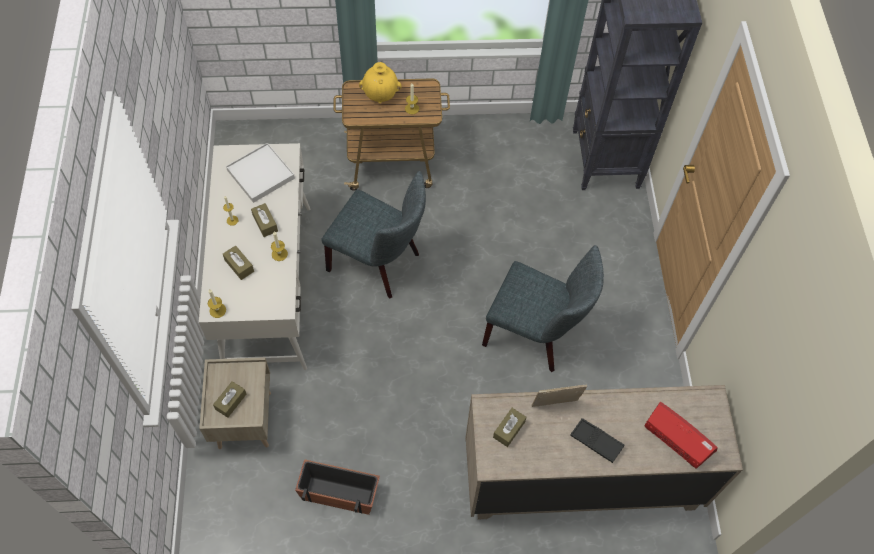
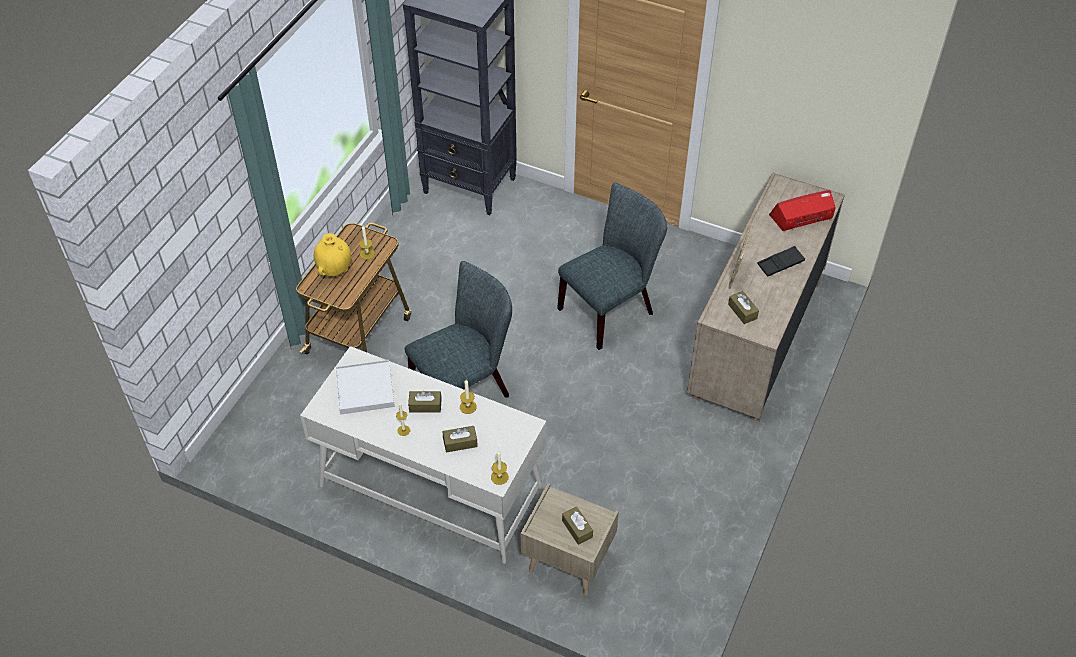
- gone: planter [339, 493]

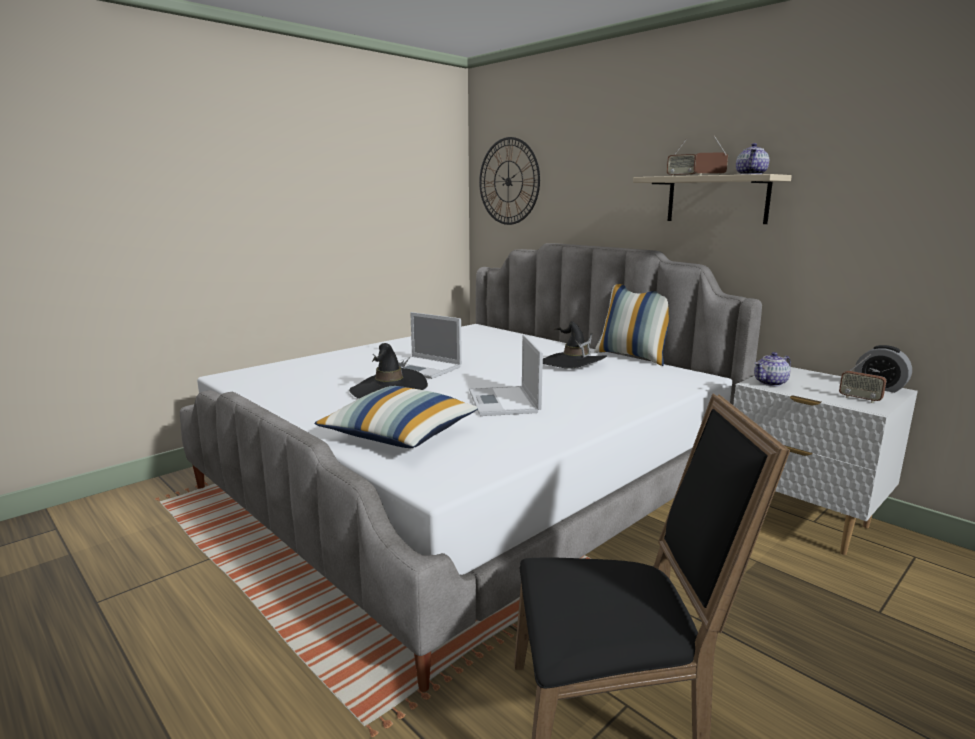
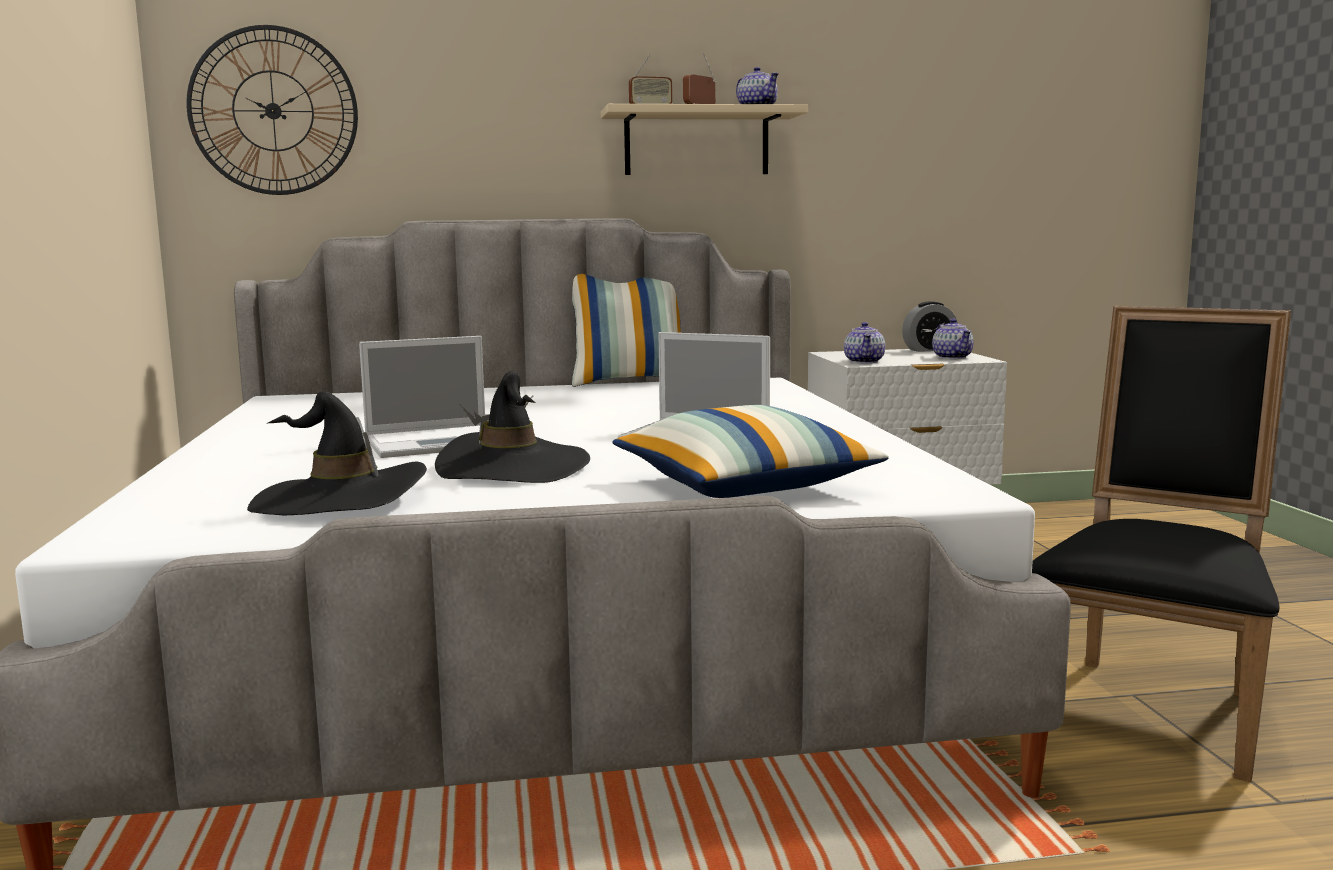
- shifted: wearable hat (black-coloured) [573, 363] to [339, 500]
- swapped: radio receiver [859, 399] to teapot [952, 357]

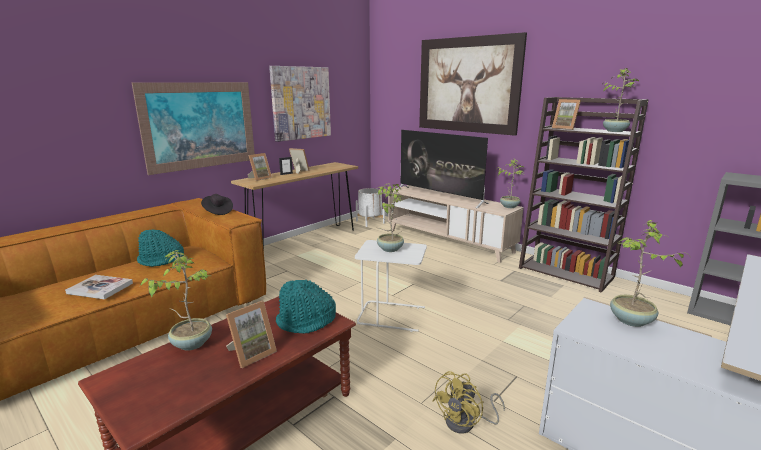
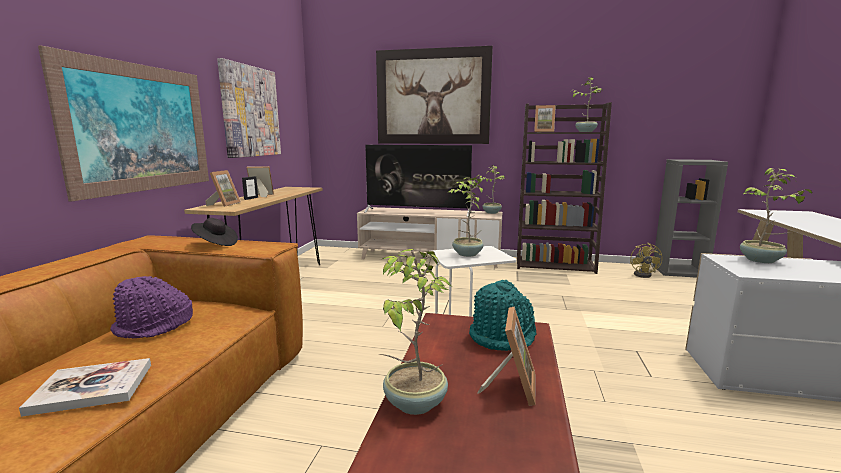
- gone: planter (white-coloured) [370, 222]
- shifted: cooling fan (yellow-coloured) [466, 423] to [644, 275]
- repainted: wearable hat (blue-green) [161, 260] to wearable hat (purple-coloured) [155, 327]

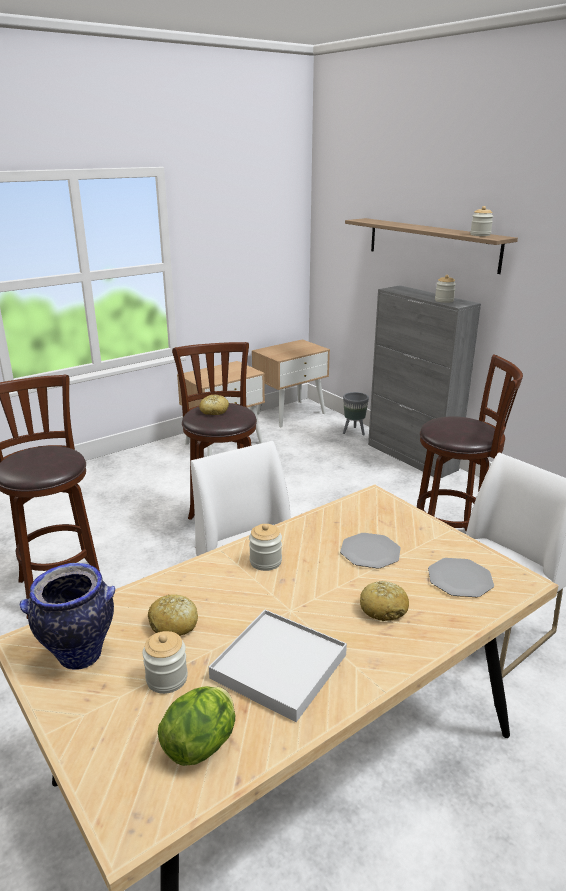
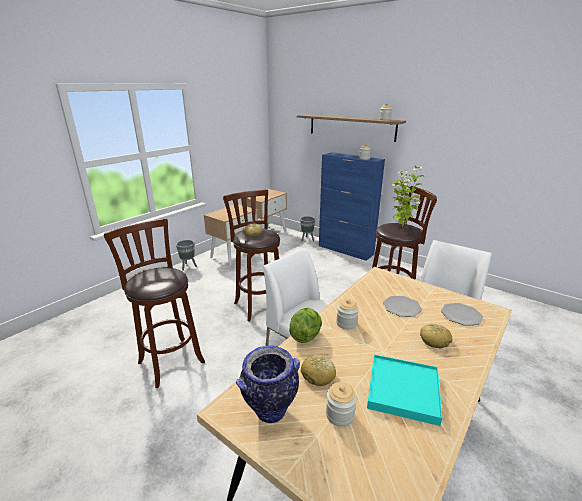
- new: planter (grey) [188, 267]
- new: potted plant [401, 227]
- shifted: lettuce head [201, 744] to [305, 335]
- repainted: tray (white-coloured) [278, 666] to tray (blue-green) [403, 390]
- repainted: cupboard (grey) [412, 457] to cupboard (blue) [346, 250]

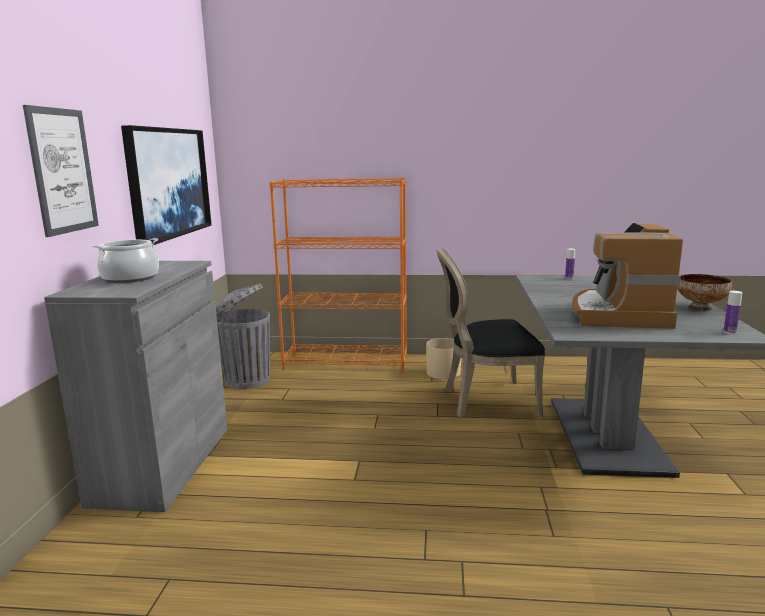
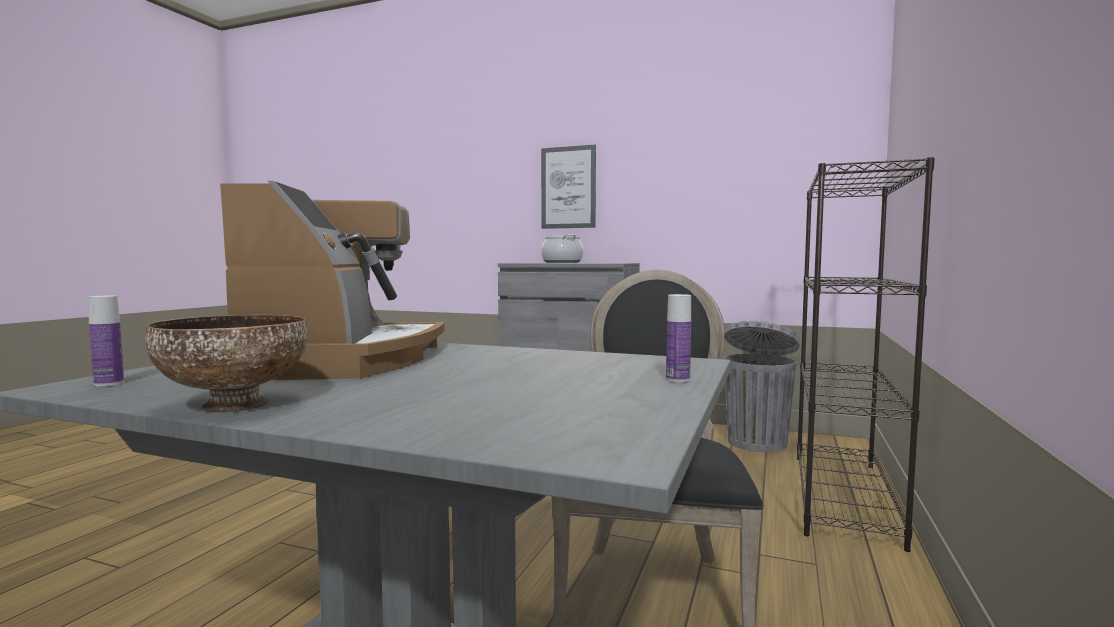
- gone: wall picture [168, 183]
- gone: planter (sand-coloured) [443, 373]
- repainted: bookcase (orangey) [347, 362] to bookcase (black-coloured) [844, 497]
- rotated: coffee brewer [618, 314] = [345, 360] 60 degrees clockwise

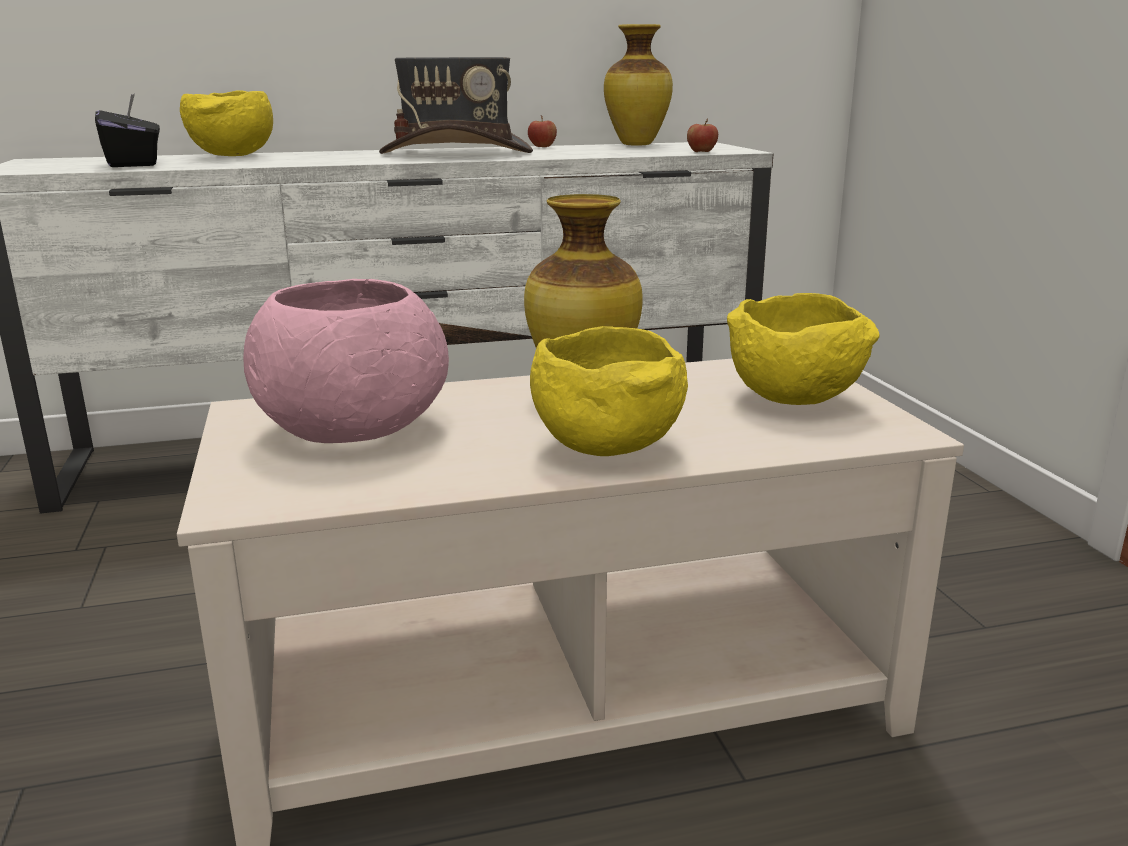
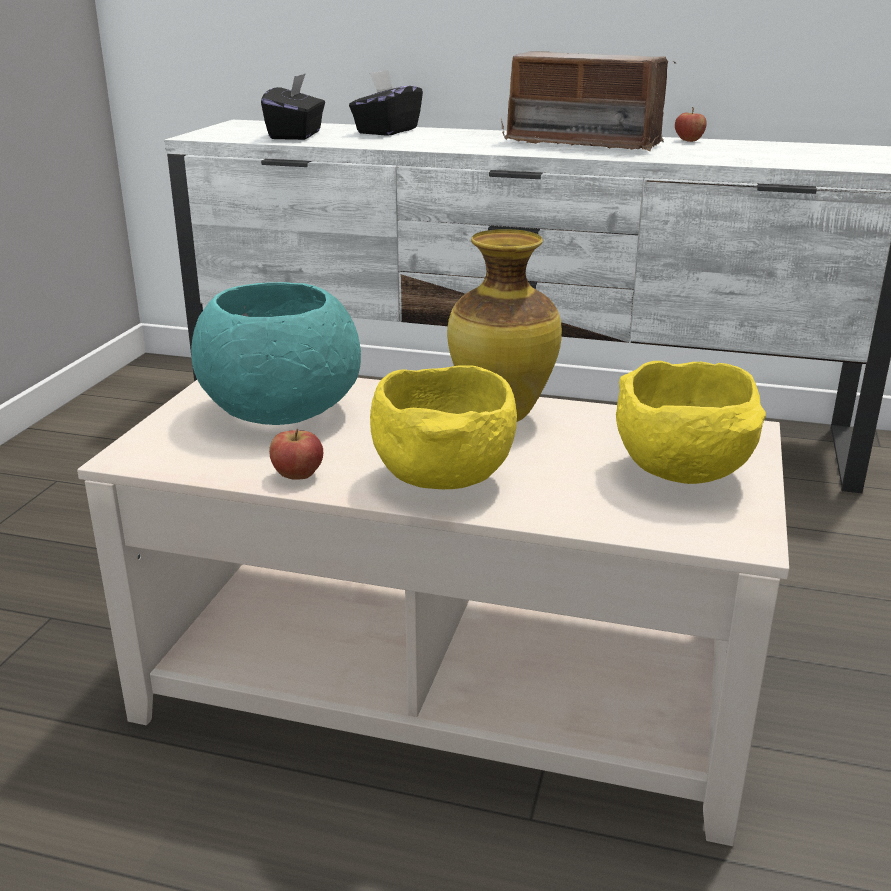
- gone: vase [637, 144]
- shifted: apple fruit [701, 152] to [297, 475]
- swapped: bowl (yellow-coloured) [232, 156] to tissue box (black-coloured) [386, 131]
- swapped: wearable hat (grey) [456, 153] to radio receiver [584, 143]
- repainted: bowl (pink-coloured) [357, 428] to bowl (blue-green) [283, 411]

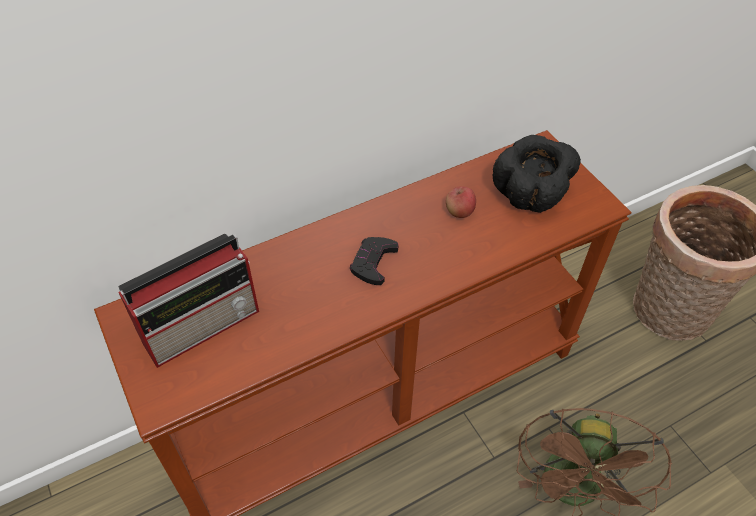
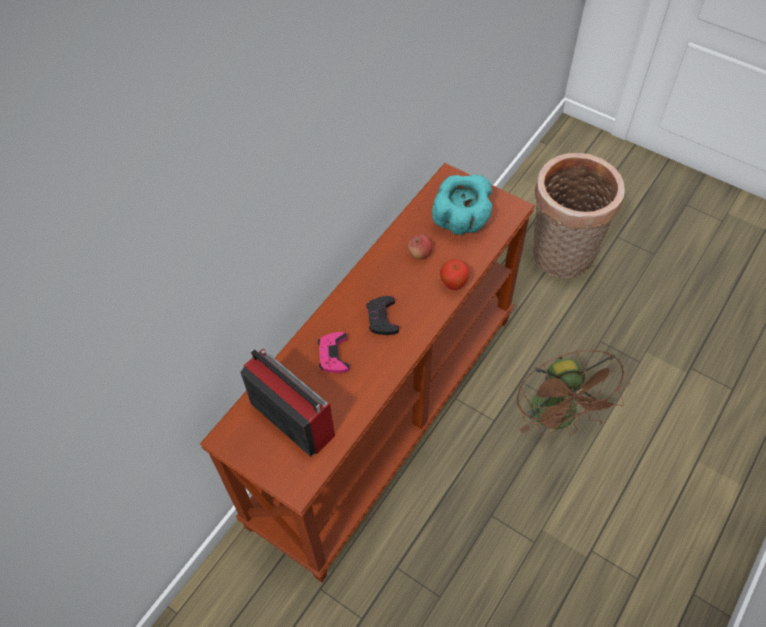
- new: gamepad (pink-coloured) [333, 355]
- new: apple fruit [453, 284]
- repainted: bowl (black-coloured) [531, 196] to bowl (blue-green) [462, 221]
- rotated: radio receiver [203, 324] = [291, 417] 75 degrees counterclockwise

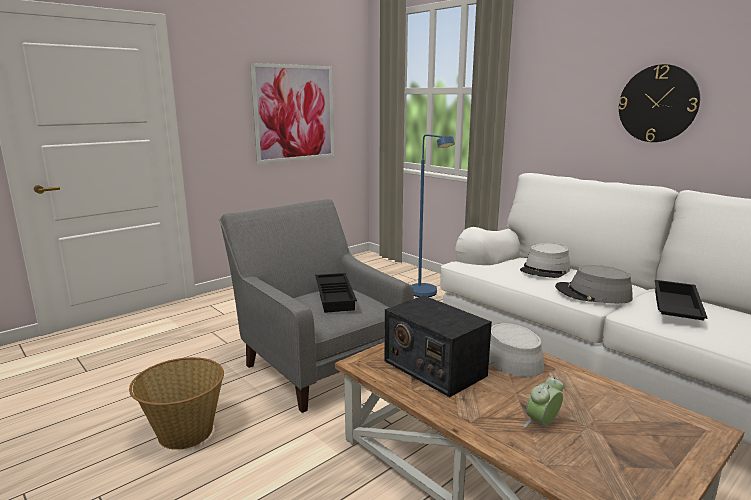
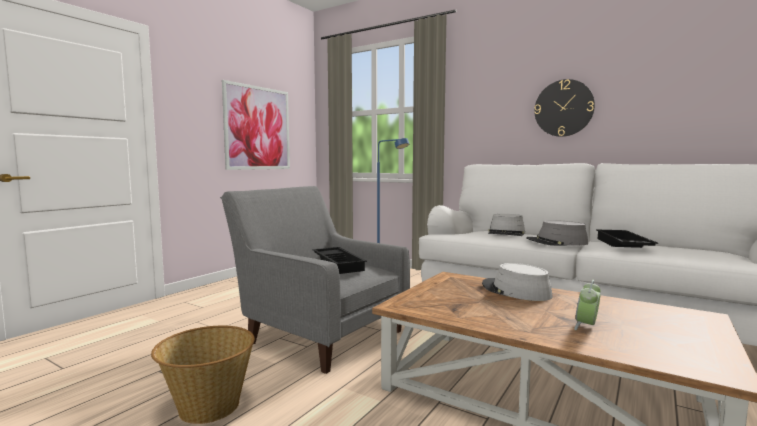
- gone: radio receiver [434, 368]

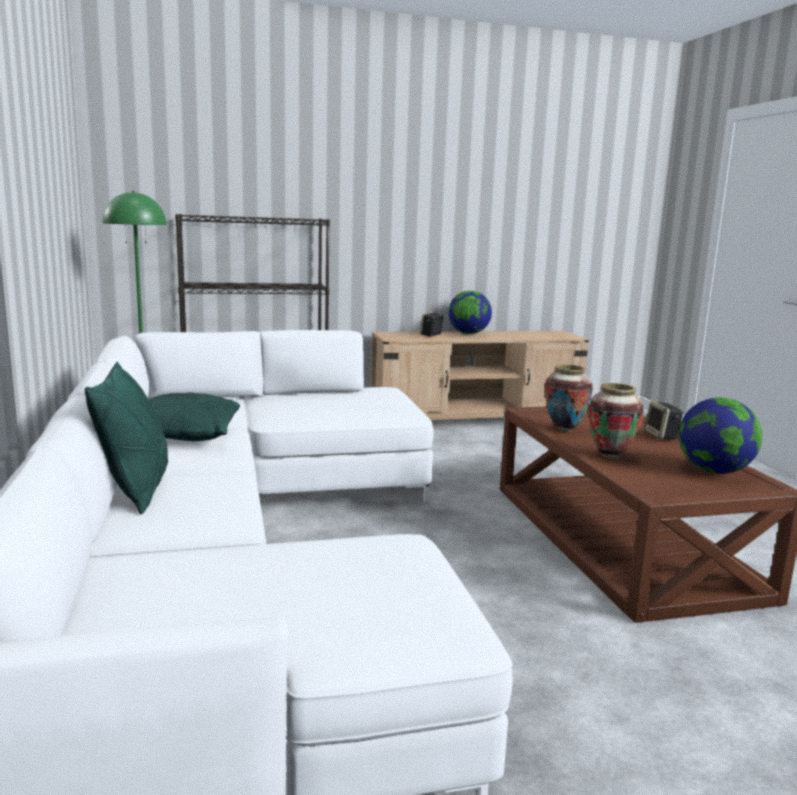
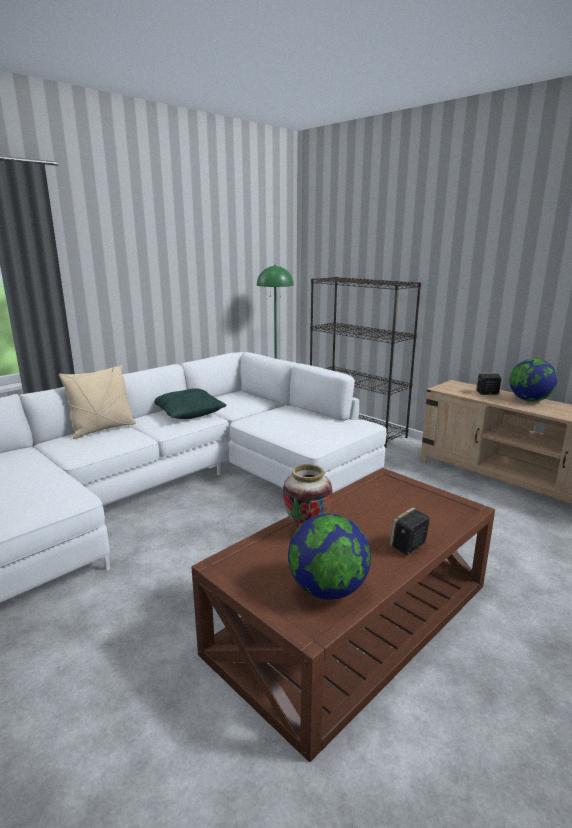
- gone: vase [564, 430]
- repainted: throw pillow (green-coloured) [137, 490] to throw pillow (sand-coloured) [103, 429]

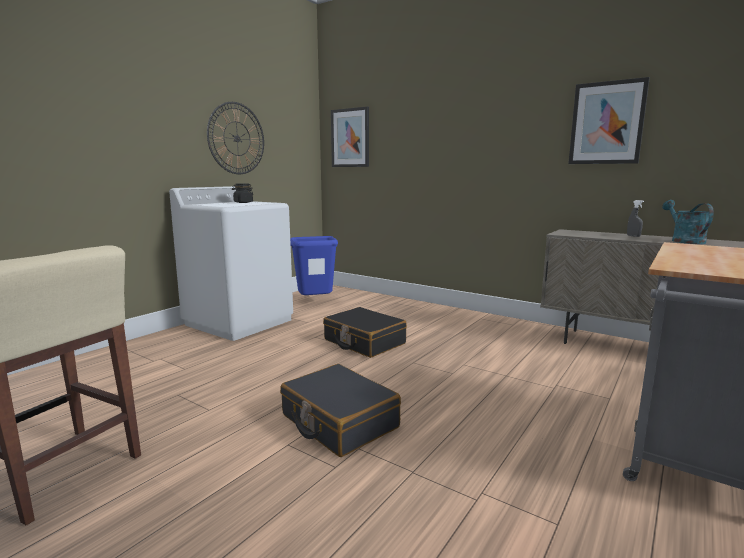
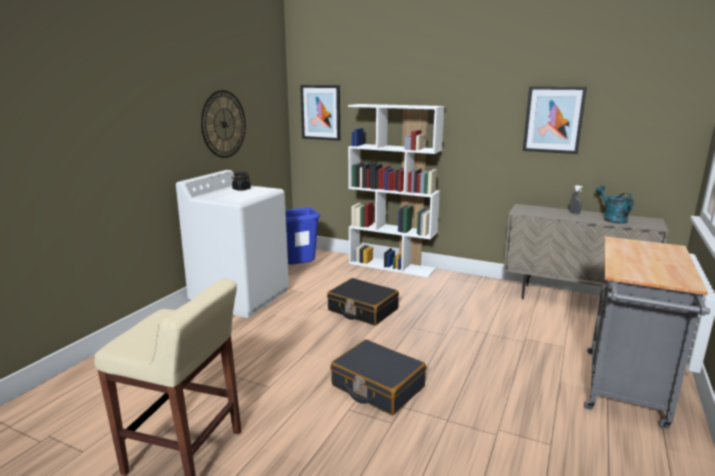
- new: bookcase (white-coloured) [392, 266]

